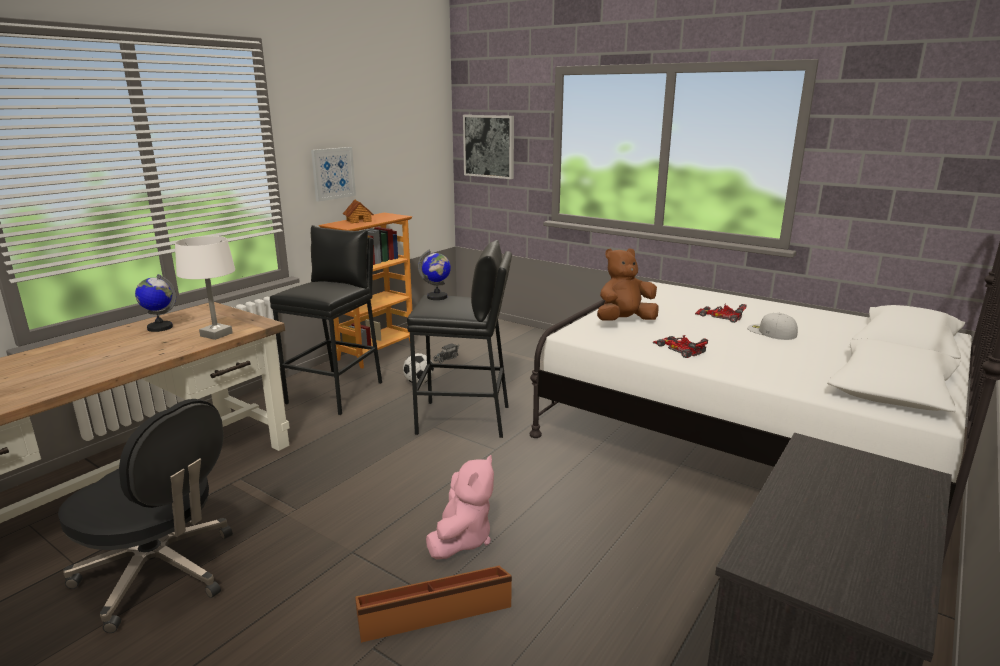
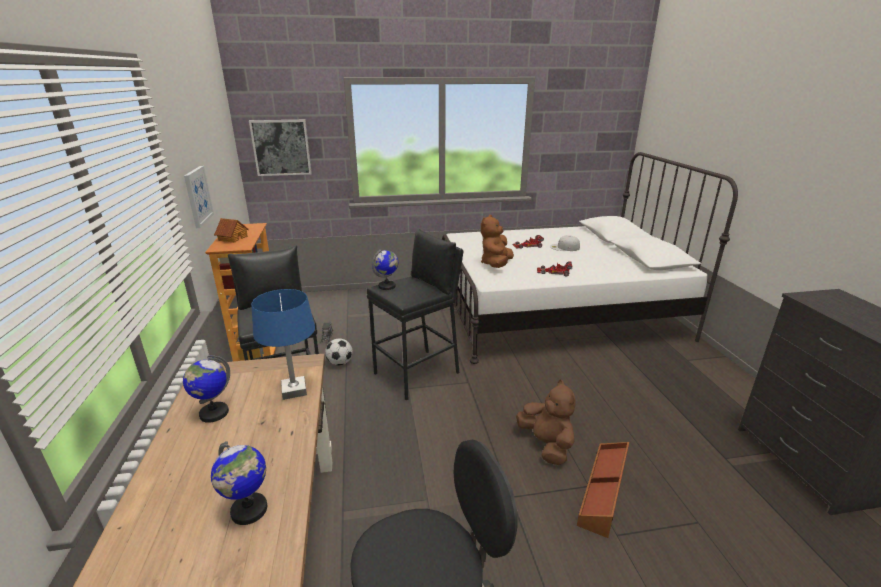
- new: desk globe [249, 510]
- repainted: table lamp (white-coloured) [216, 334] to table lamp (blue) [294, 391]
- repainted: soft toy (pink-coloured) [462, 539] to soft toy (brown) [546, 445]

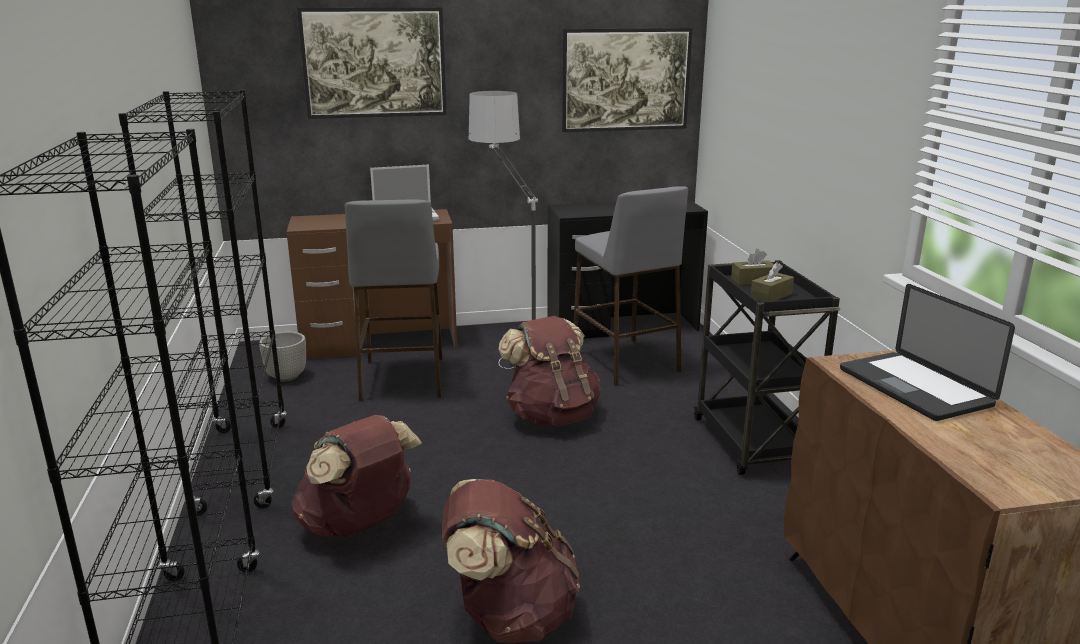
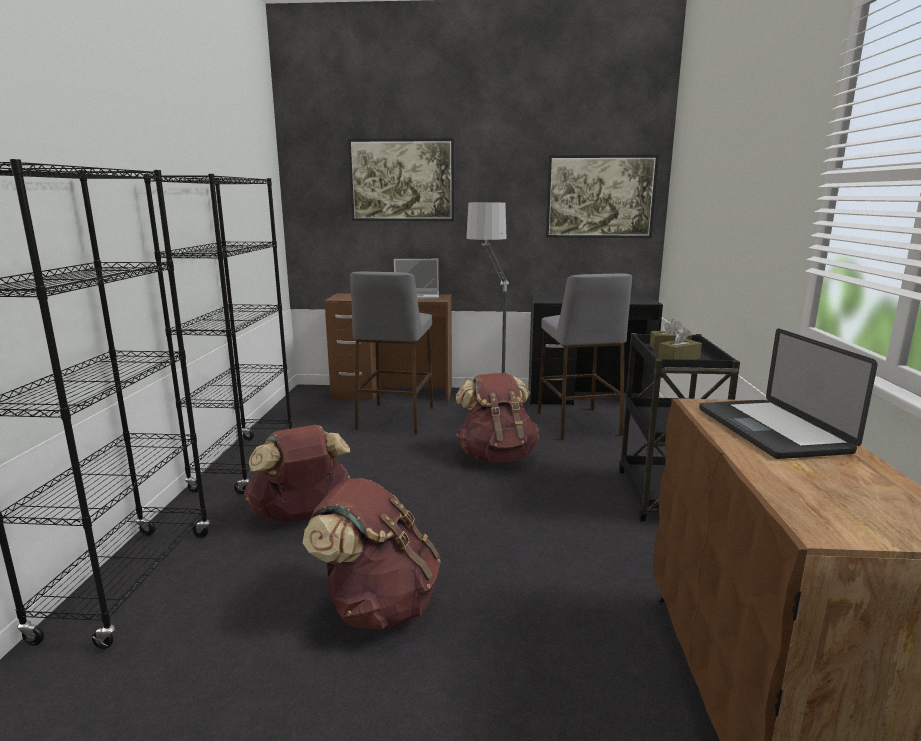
- gone: planter (grey) [287, 376]

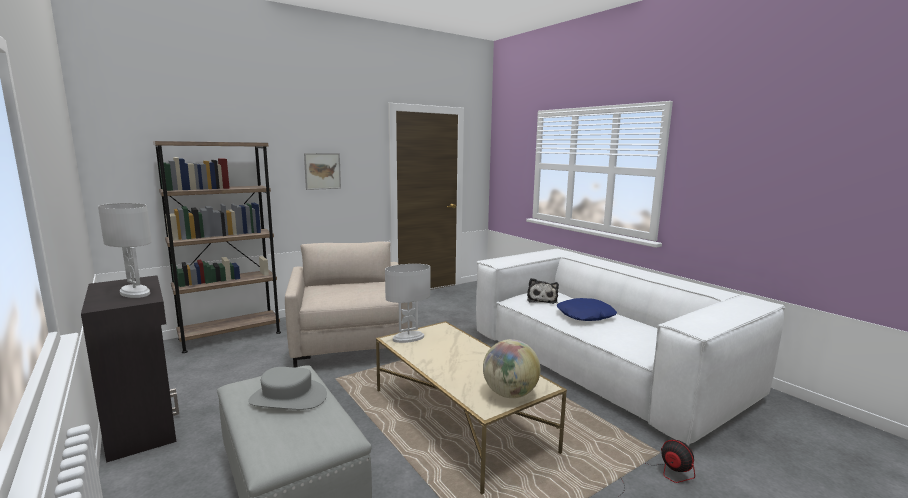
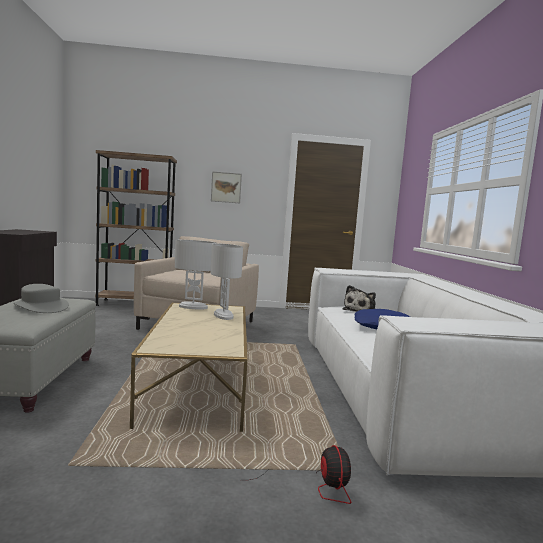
- gone: desk globe [510, 394]
- shifted: table lamp (white-coloured) [134, 293] to [223, 315]

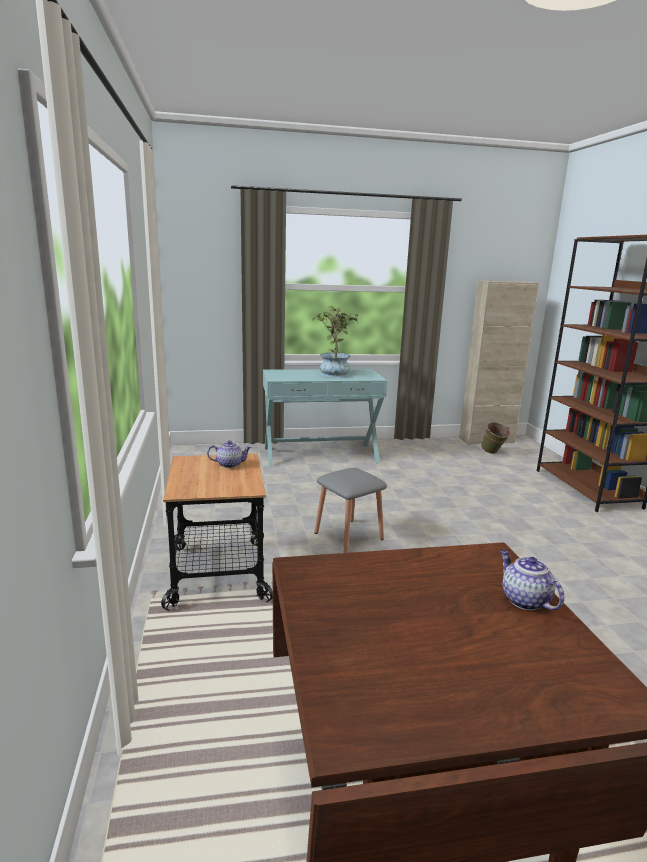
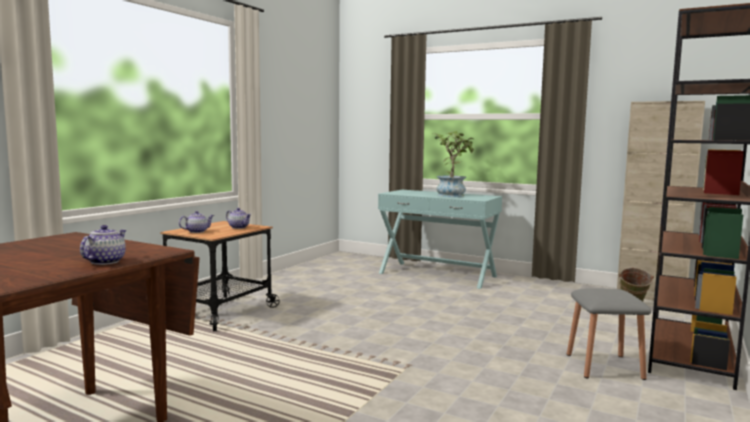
- new: teapot [197, 231]
- shifted: stool seat (grey) [348, 536] to [604, 366]

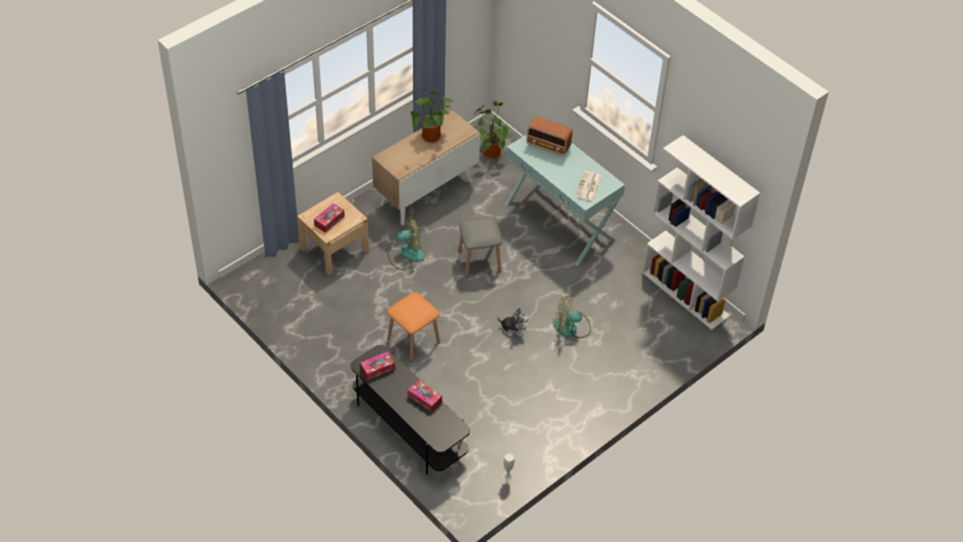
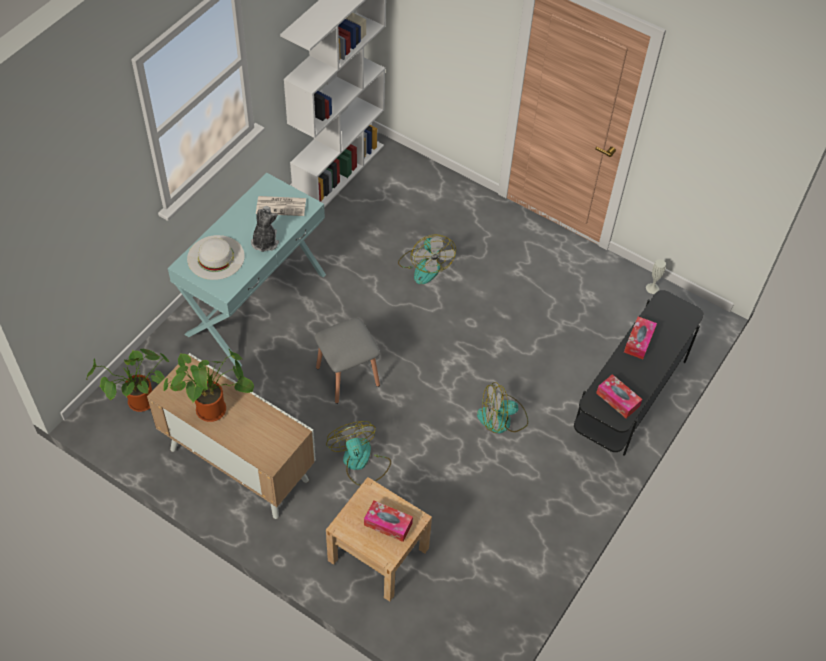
- shifted: soft toy [513, 329] to [265, 241]
- swapped: stool seat (orangey) [413, 340] to cooling fan [502, 419]
- swapped: radio receiver [548, 146] to wearable hat (white-coloured) [216, 257]

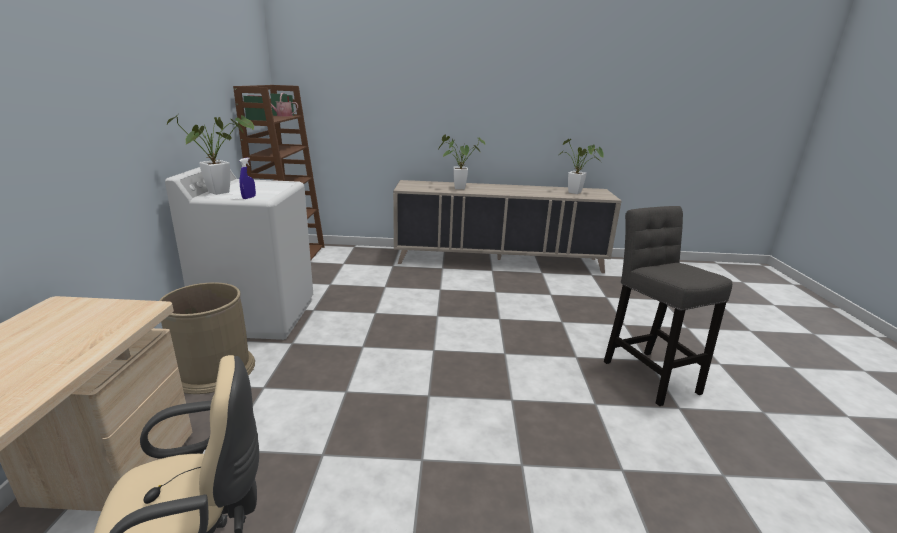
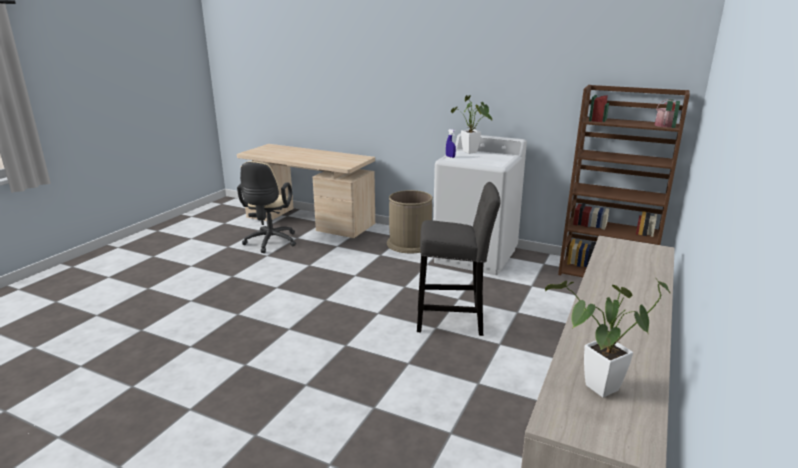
- gone: potted plant [456, 188]
- shifted: stool seat (grey) [647, 373] to [454, 321]

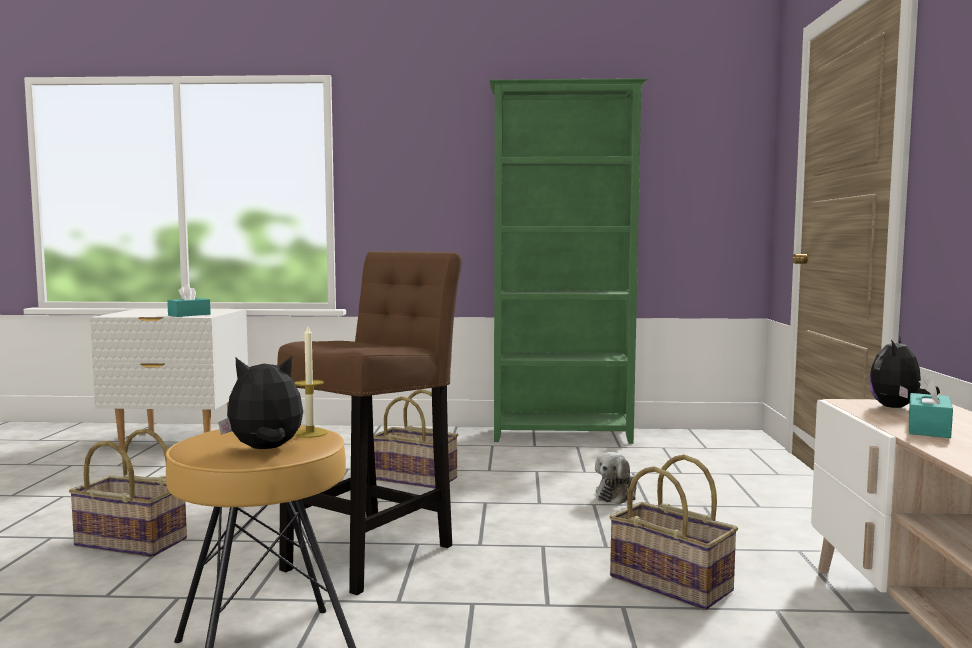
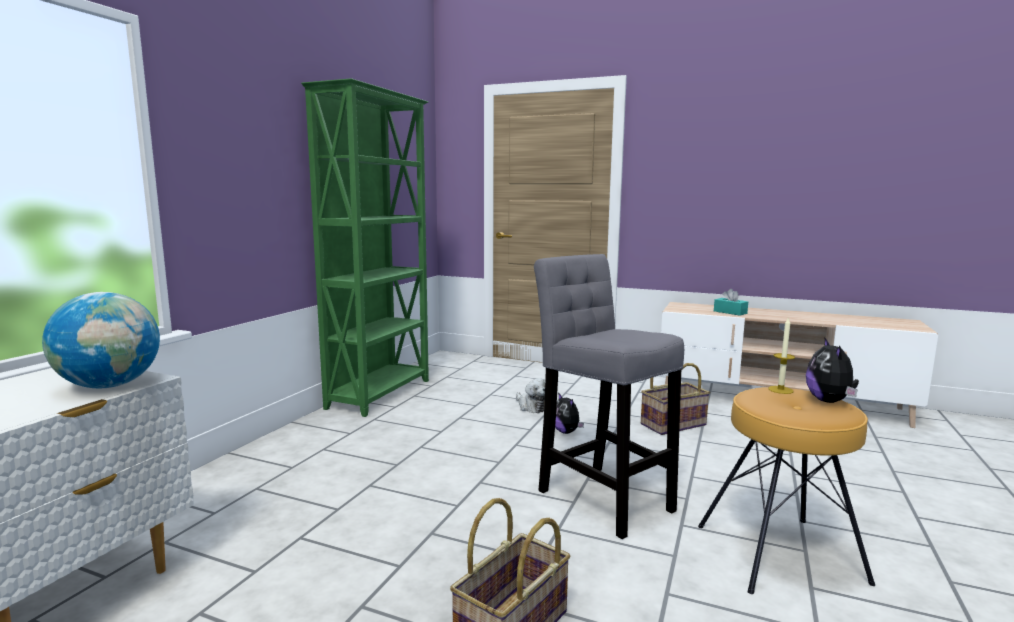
- gone: storage basket [416, 478]
- shifted: soft toy [897, 408] to [566, 432]
- swapped: tissue box (blue-green) [189, 315] to desk globe [110, 385]
- repainted: stool seat (brown) [375, 553] to stool seat (grey) [600, 496]

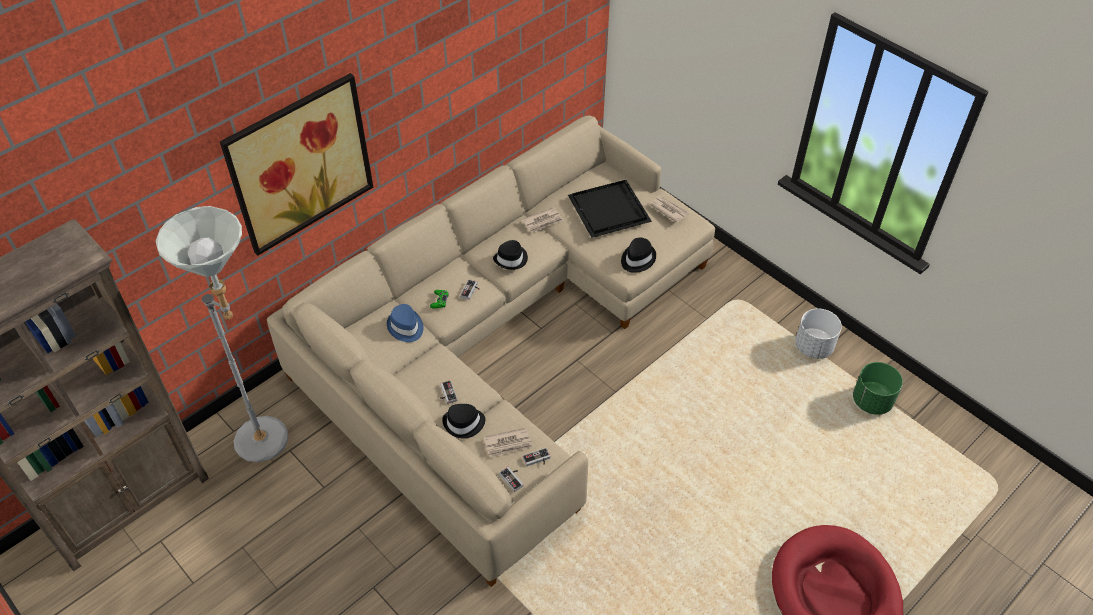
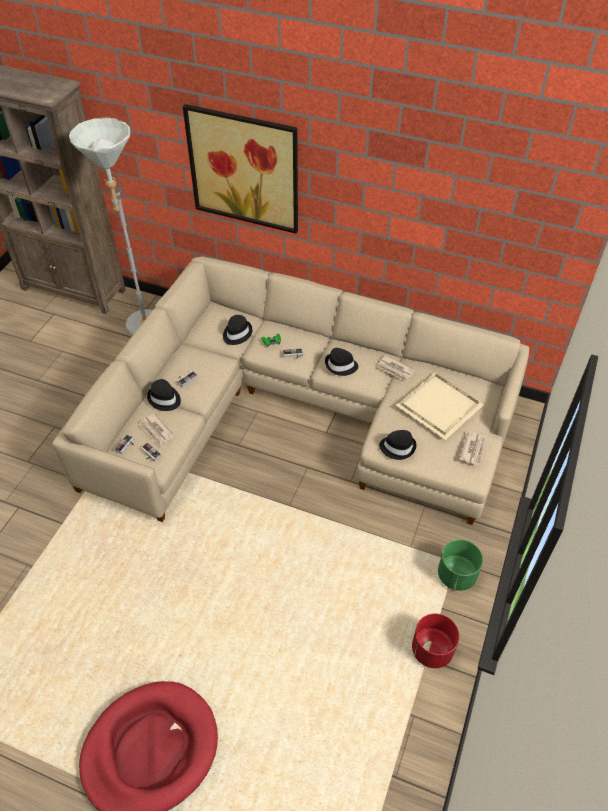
- shifted: planter (green-coloured) [871, 401] to [456, 575]
- repainted: wearable hat (blue) [405, 327] to wearable hat (black-coloured) [236, 333]
- repainted: tray (black-coloured) [607, 209] to tray (sand-coloured) [439, 405]
- repainted: planter (white-coloured) [813, 346] to planter (red-coloured) [432, 650]

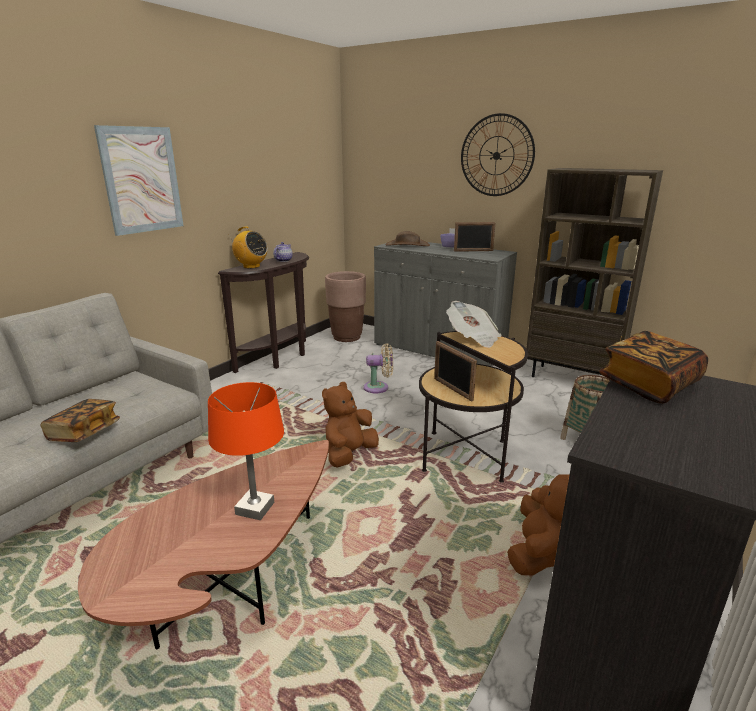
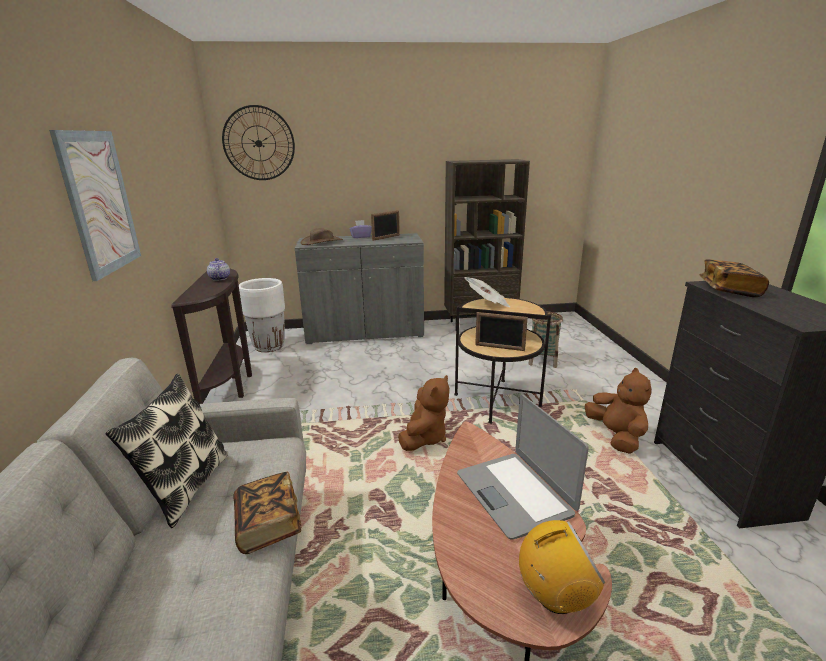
- gone: cooling fan (sand-coloured) [379, 387]
- new: throw pillow [186, 487]
- shifted: radio receiver [251, 266] to [555, 596]
- shifted: wall clock [496, 155] to [258, 143]
- swapped: table lamp (orangey) [255, 509] to notebook computer [515, 493]
- repainted: planter (brown) [347, 337] to planter (white-coloured) [269, 346]
- rotated: soft toy (brown) [349, 454] = [424, 437] 150 degrees counterclockwise

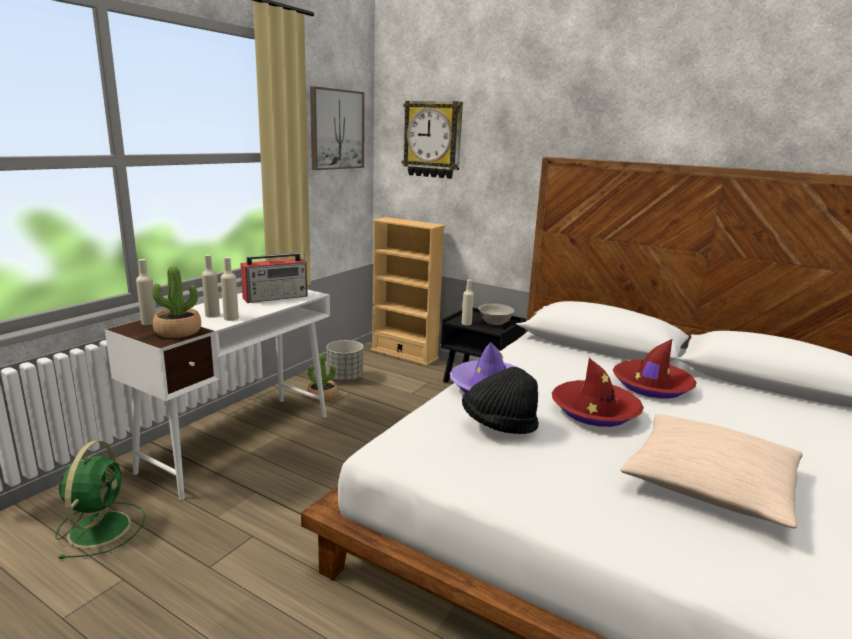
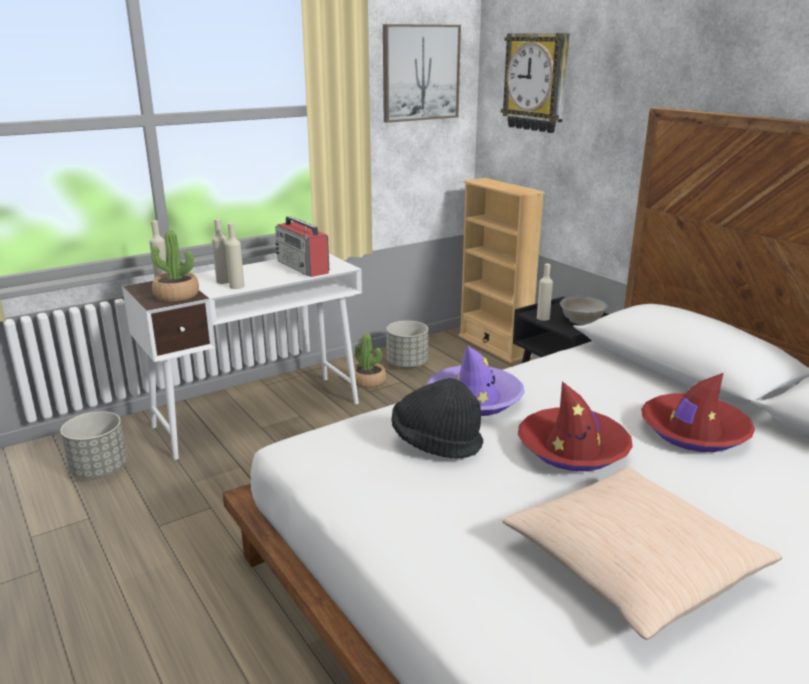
- swapped: cooling fan (green-coloured) [101, 527] to planter (grey) [99, 469]
- rotated: radio receiver [276, 297] = [303, 267] 60 degrees clockwise

